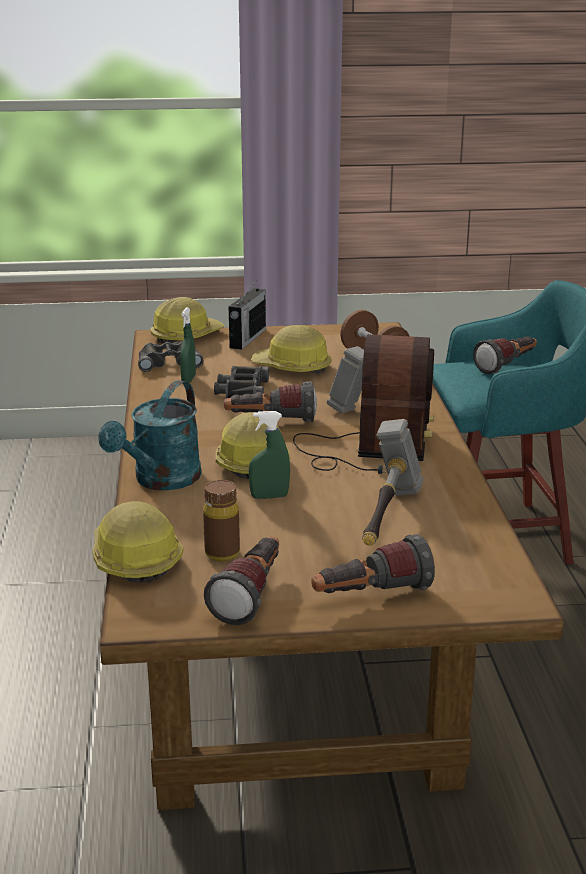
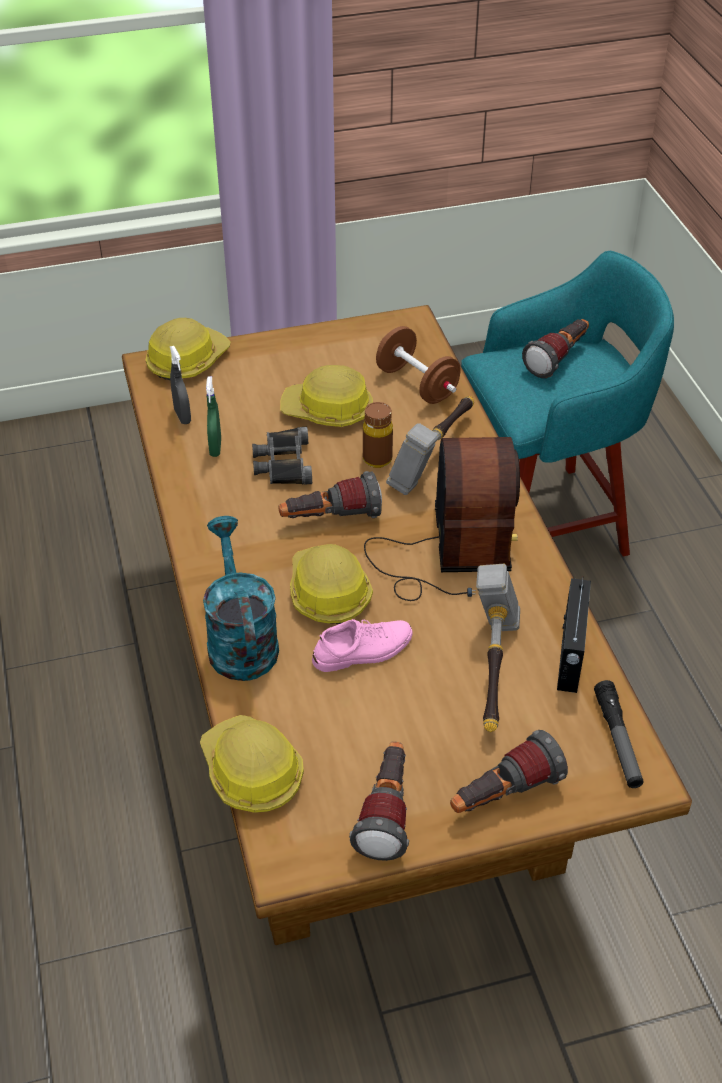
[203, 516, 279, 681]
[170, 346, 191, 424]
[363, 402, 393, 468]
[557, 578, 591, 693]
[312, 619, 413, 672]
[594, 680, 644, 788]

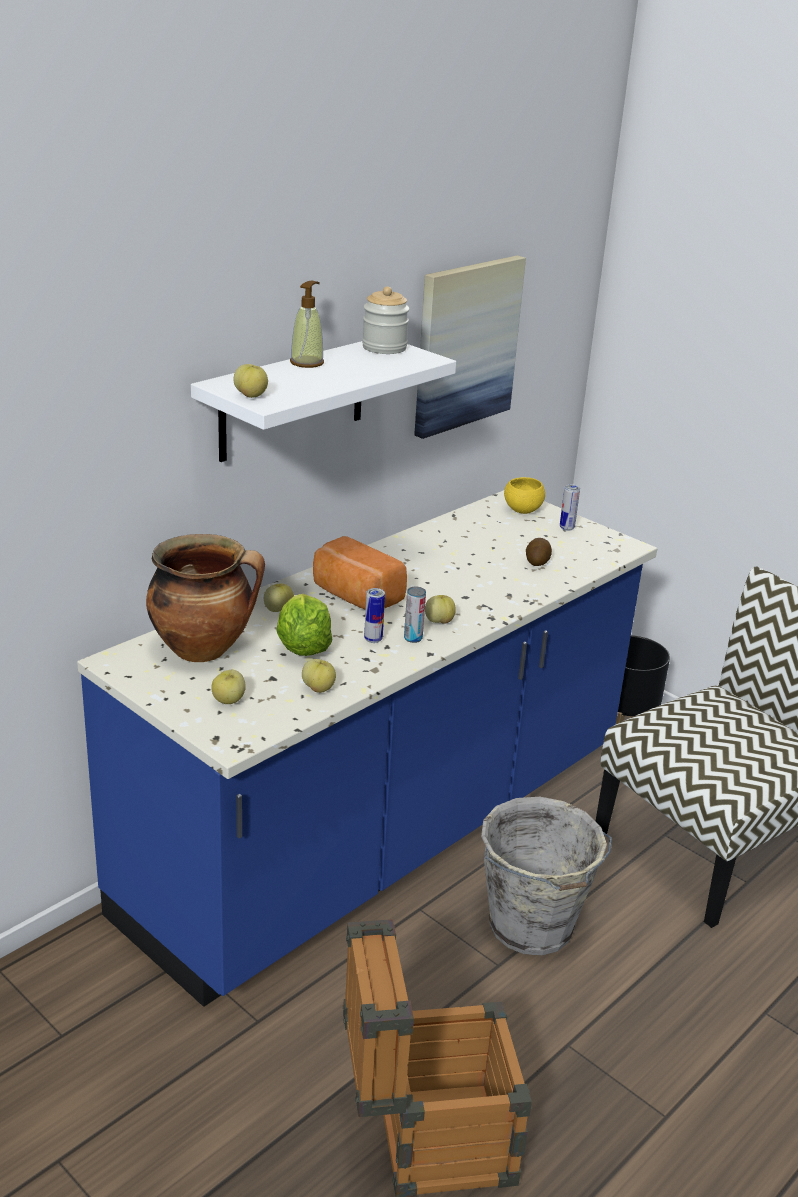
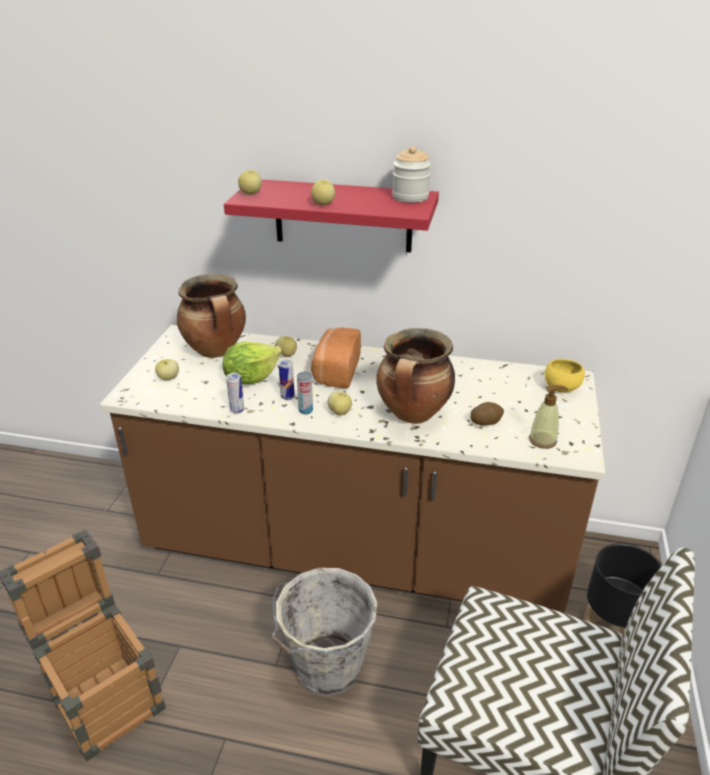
[100, 325, 605, 613]
[224, 179, 439, 253]
[529, 385, 568, 449]
[311, 180, 335, 205]
[414, 255, 526, 439] (first image)
[226, 373, 244, 414]
[376, 328, 455, 424]

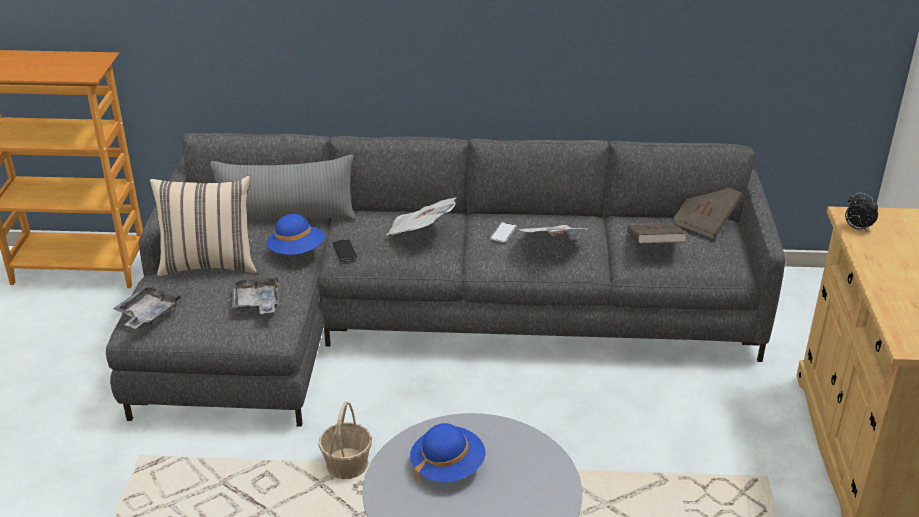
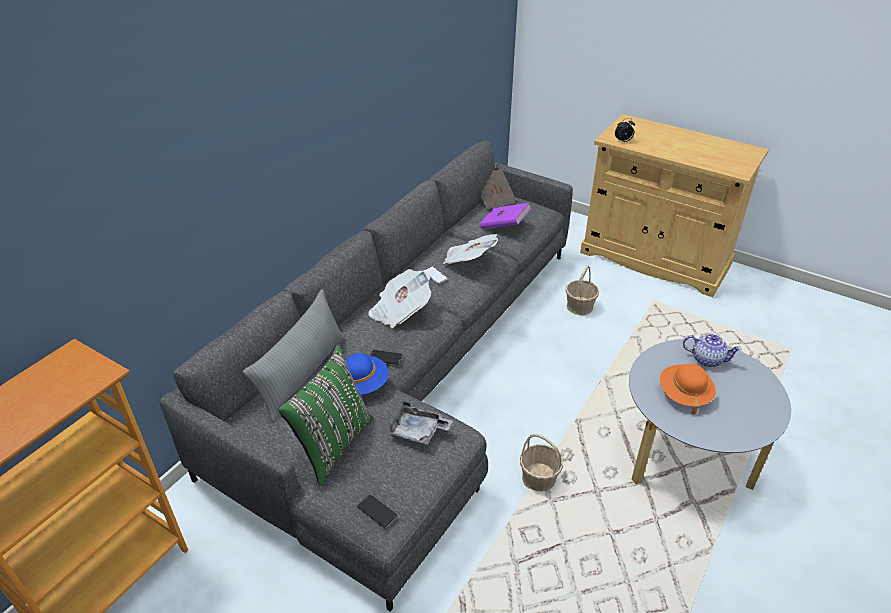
[357, 495, 397, 527]
[278, 345, 373, 486]
[660, 364, 716, 415]
[480, 203, 531, 229]
[566, 265, 599, 315]
[683, 334, 742, 367]

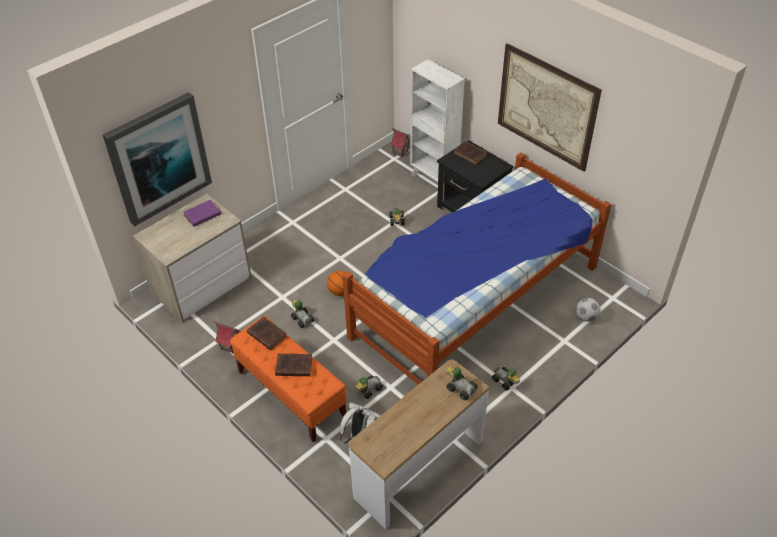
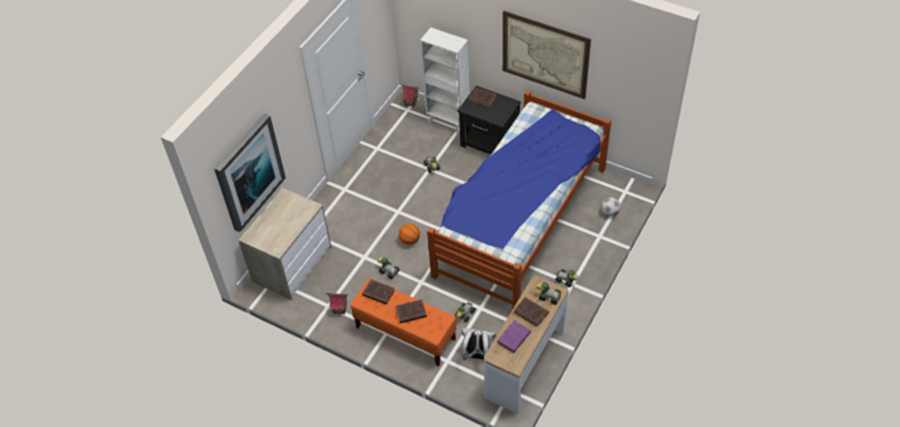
[497, 321, 531, 353]
[514, 297, 549, 327]

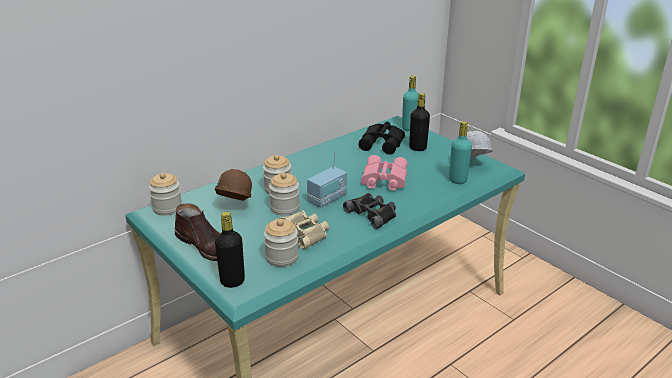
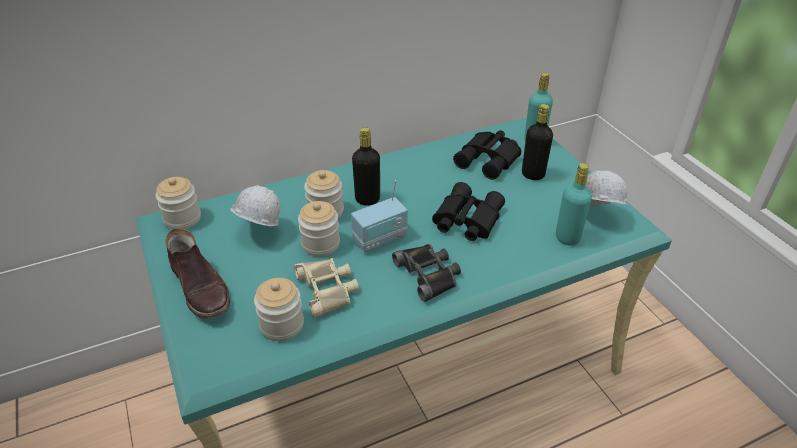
[231, 185, 281, 226]
[352, 127, 380, 206]
[432, 182, 505, 241]

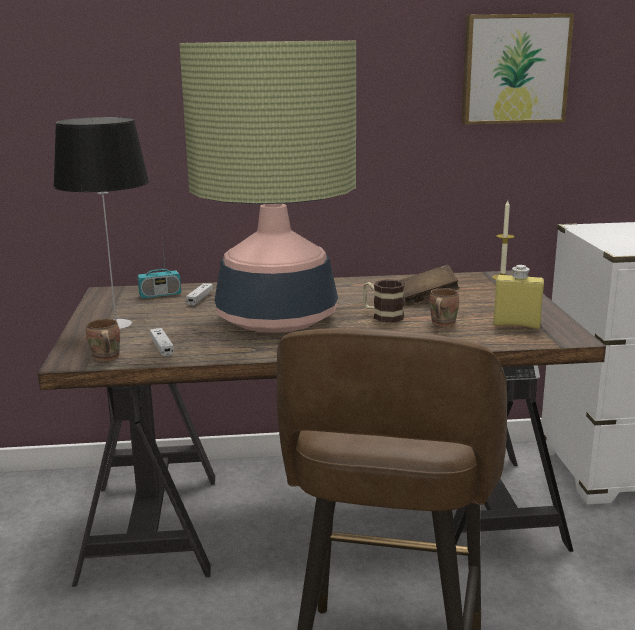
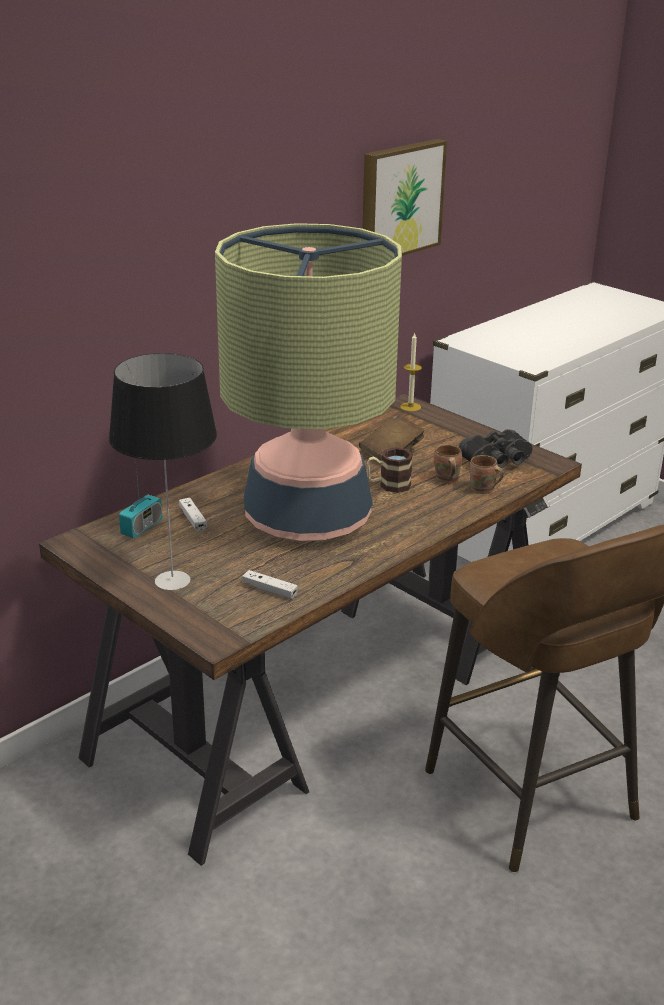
[469, 455, 504, 494]
[459, 429, 533, 468]

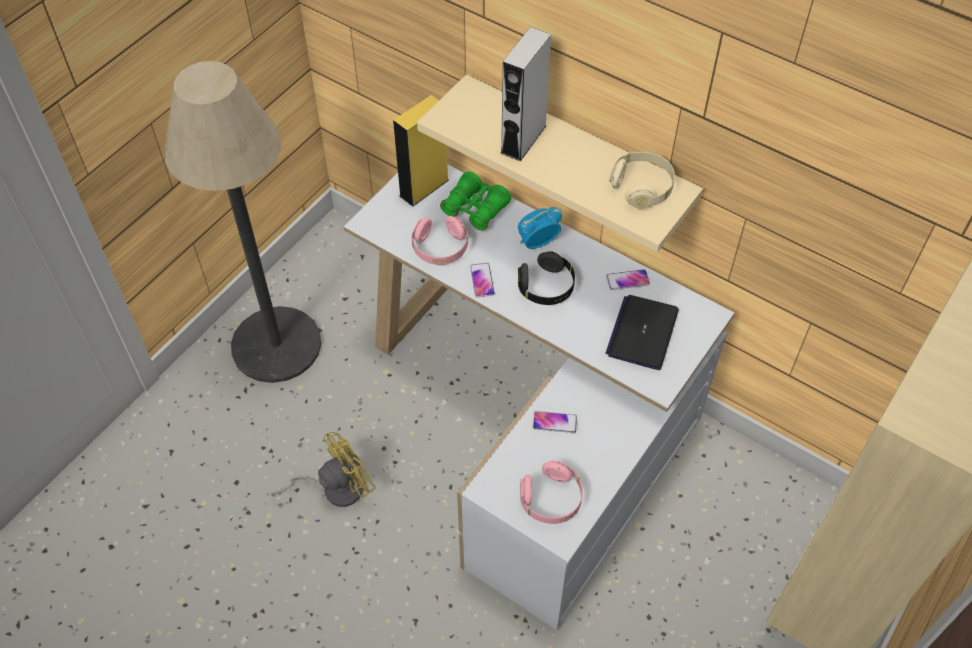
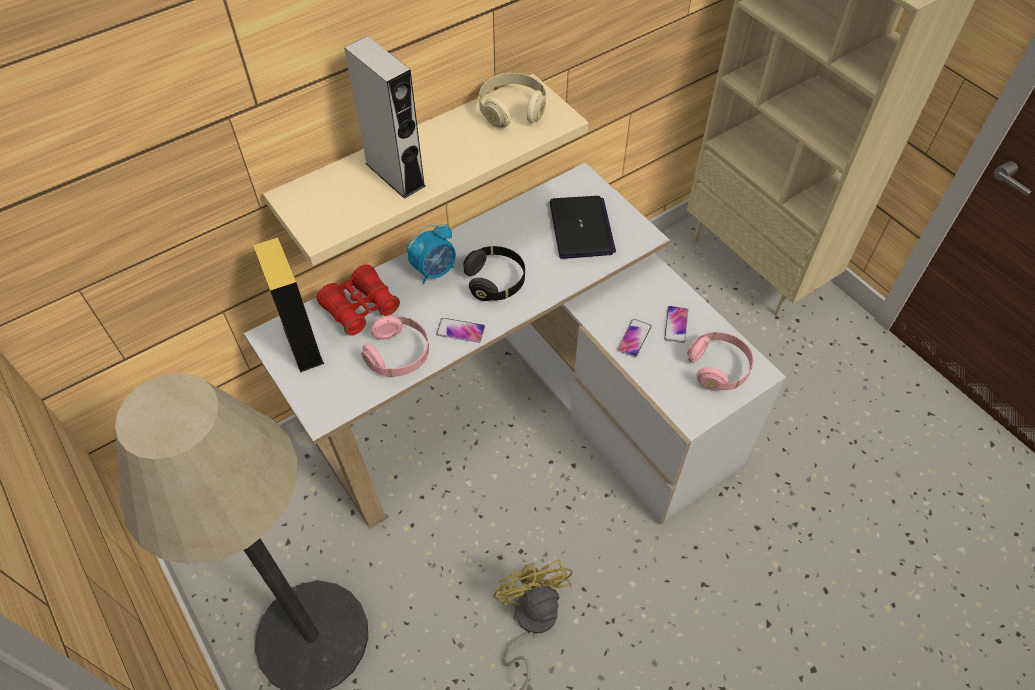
[317, 264, 400, 336]
[406, 224, 456, 285]
[664, 306, 688, 343]
[550, 196, 616, 259]

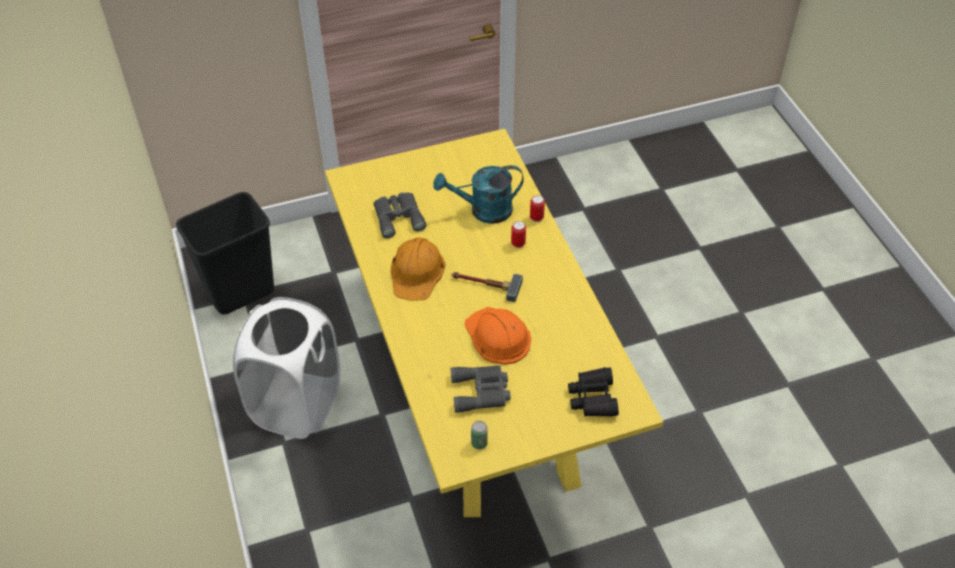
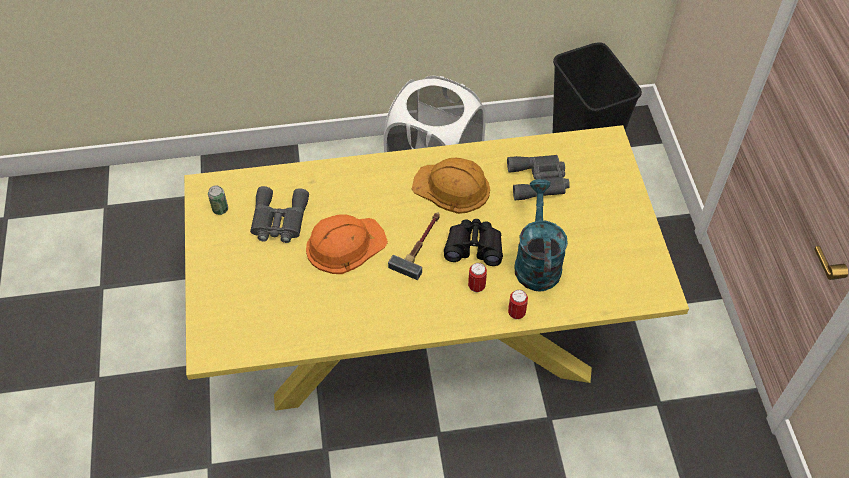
[444, 219, 503, 266]

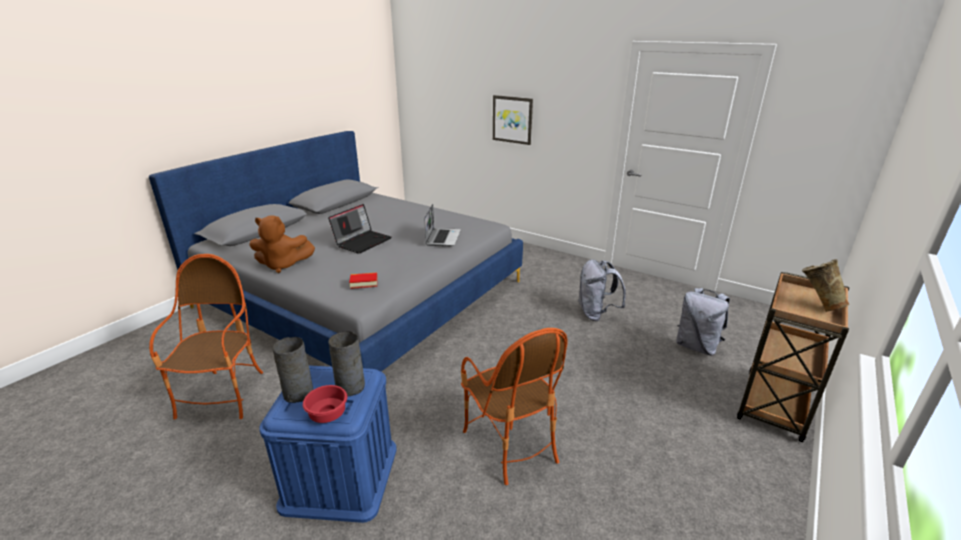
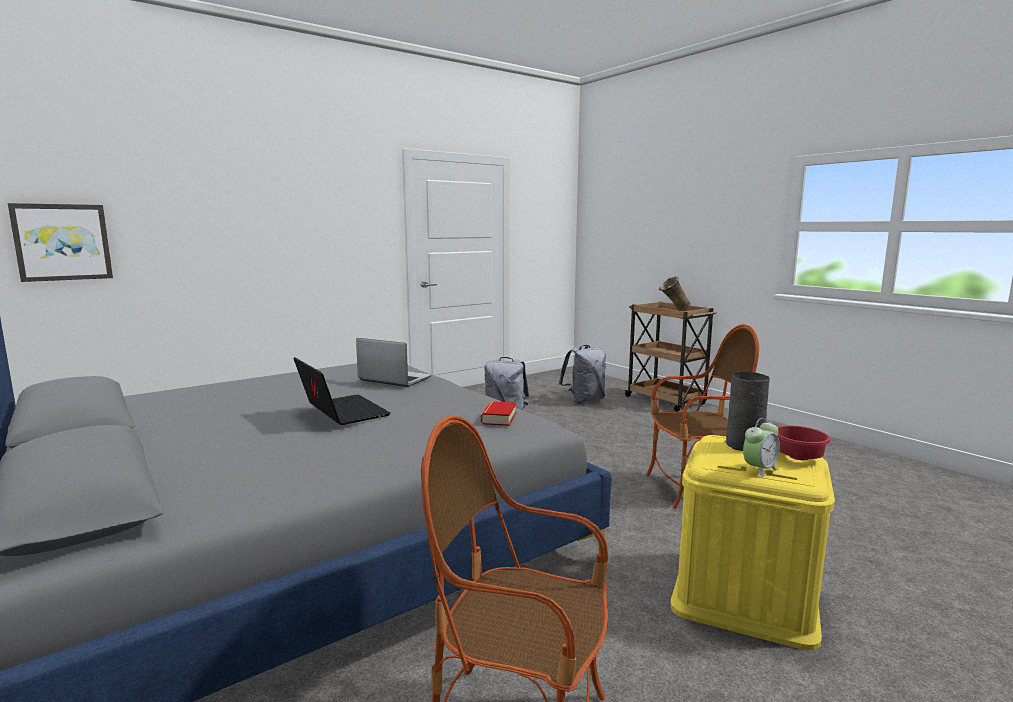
[249, 215, 315, 273] (first image)
[671, 435, 835, 650]
[743, 418, 780, 478]
[8, 203, 113, 282]

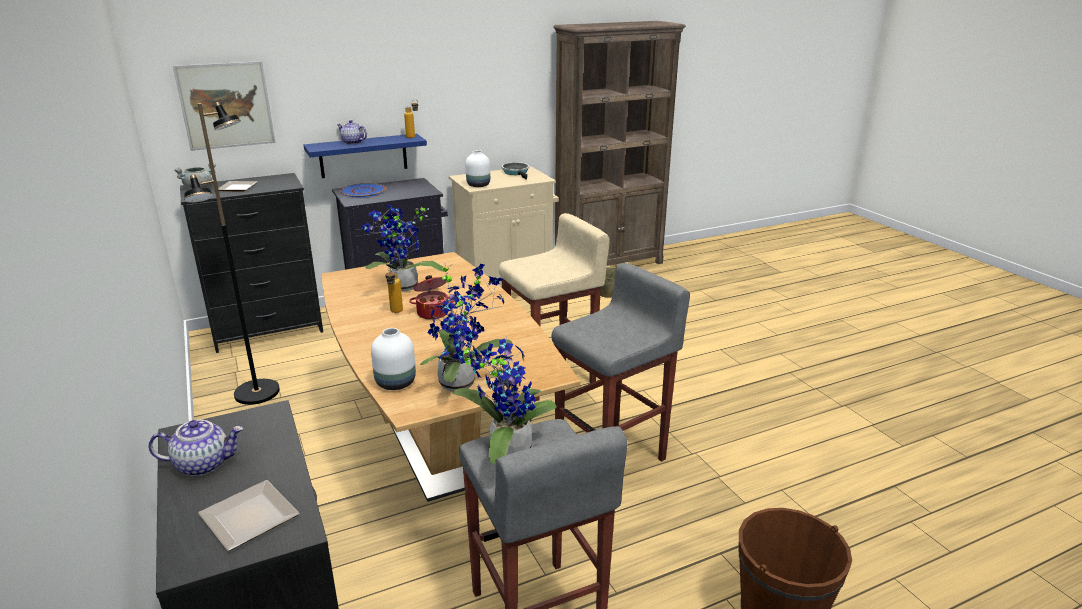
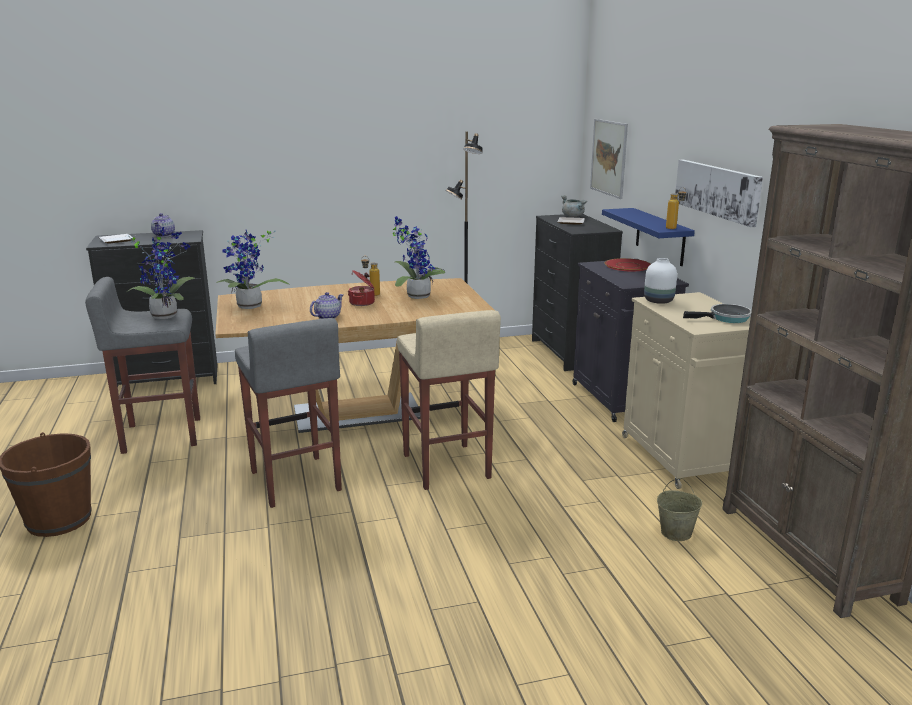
[310, 292, 343, 319]
[605, 258, 651, 272]
[371, 328, 416, 390] (first image)
[675, 160, 763, 227]

